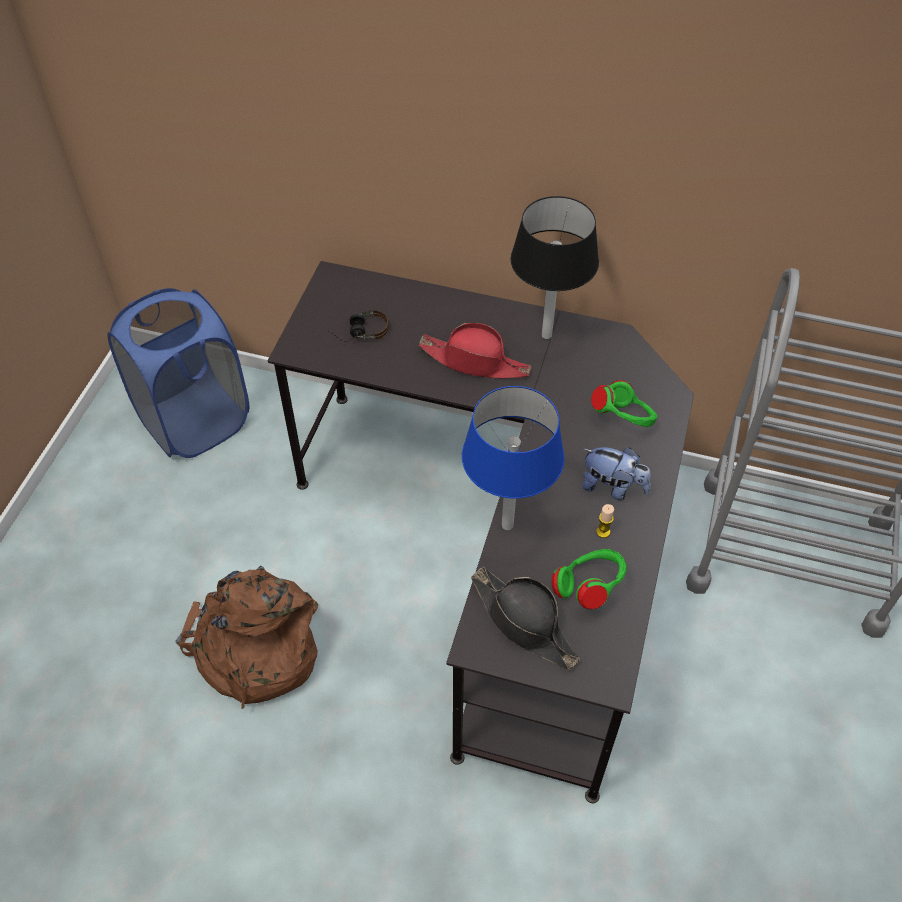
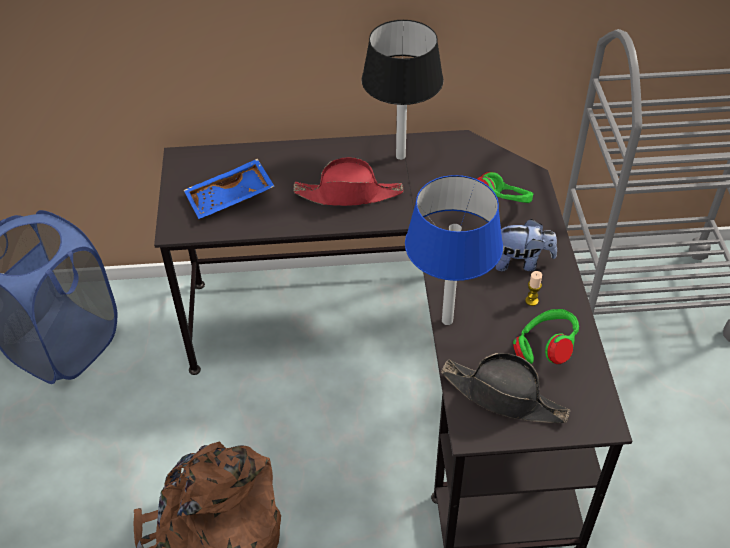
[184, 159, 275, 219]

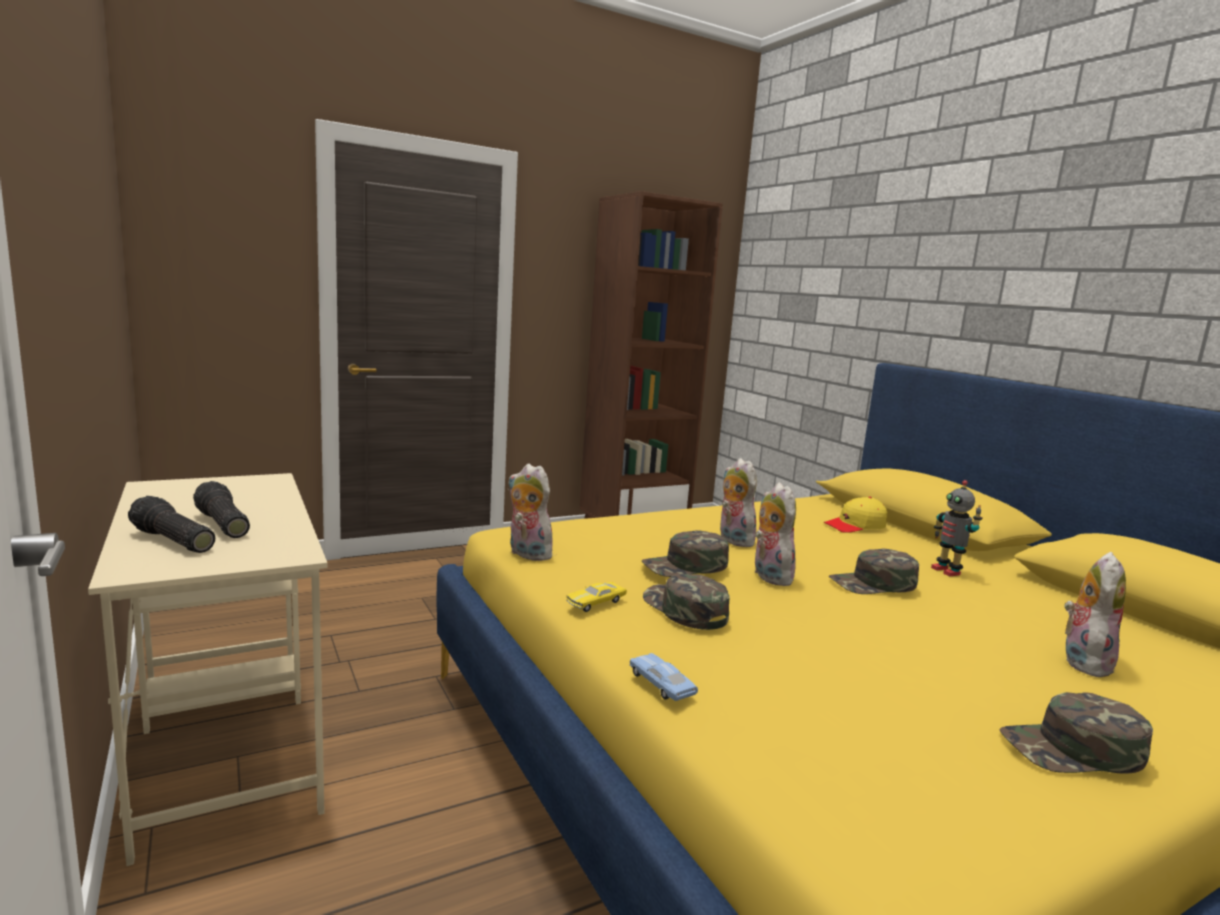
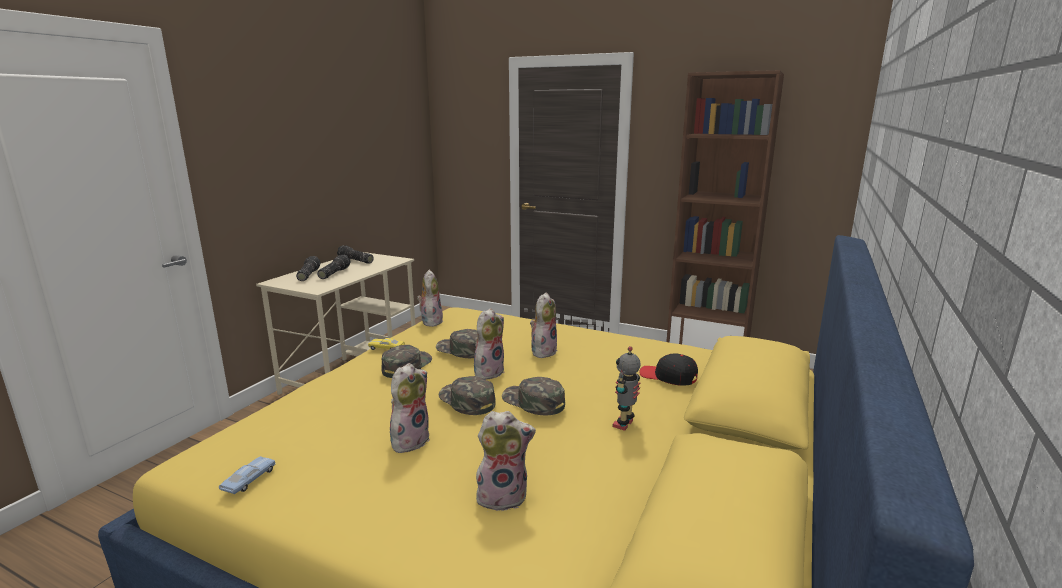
[219, 456, 276, 494]
[640, 353, 698, 386]
[439, 376, 496, 415]
[337, 245, 374, 263]
[390, 363, 430, 453]

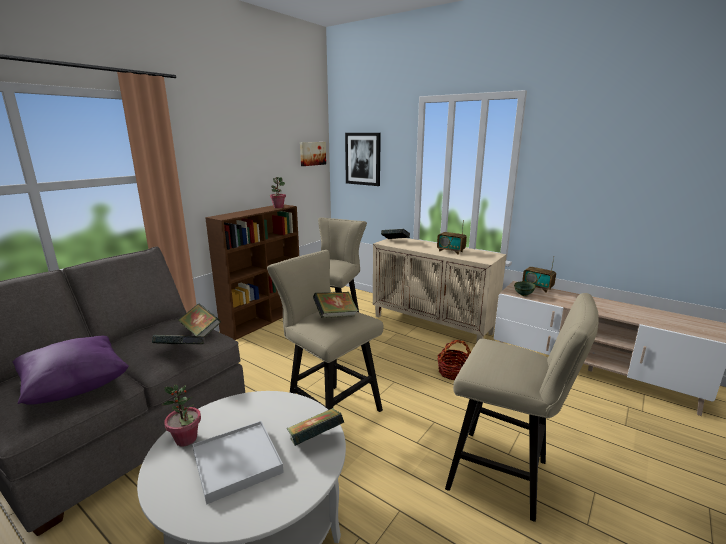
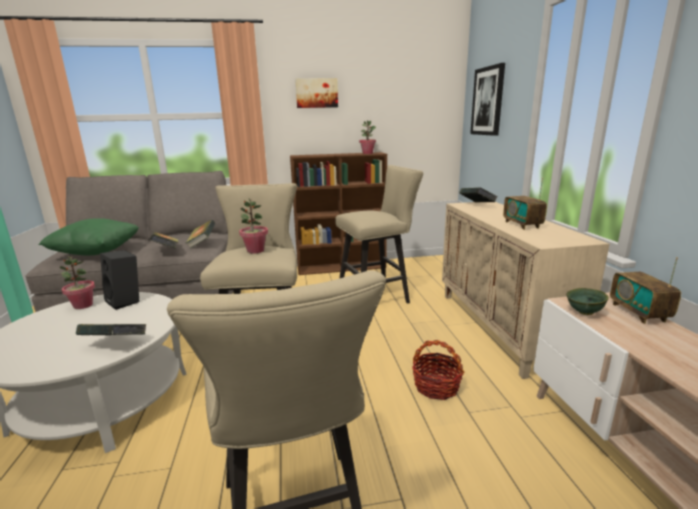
[39, 218, 139, 255]
[192, 421, 284, 504] (first image)
[295, 78, 338, 108]
[239, 199, 268, 254]
[100, 250, 139, 310]

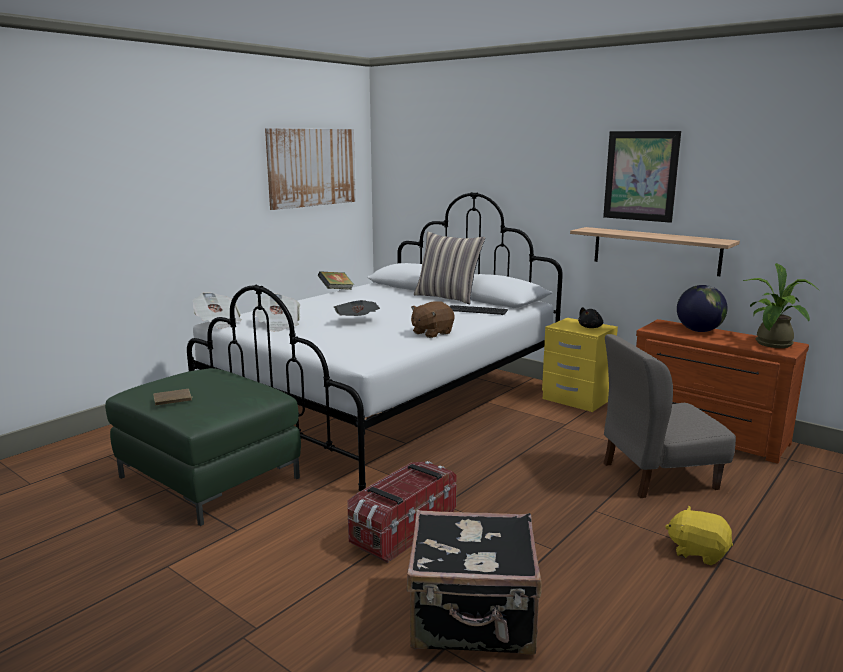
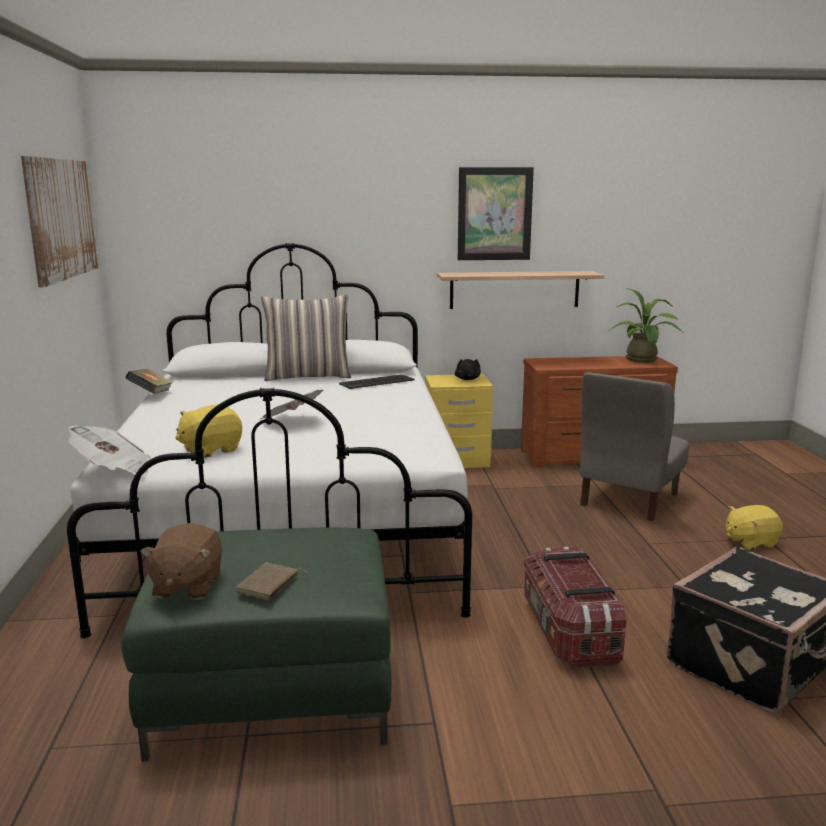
[175, 405, 242, 458]
[140, 523, 222, 599]
[677, 285, 728, 332] (first image)

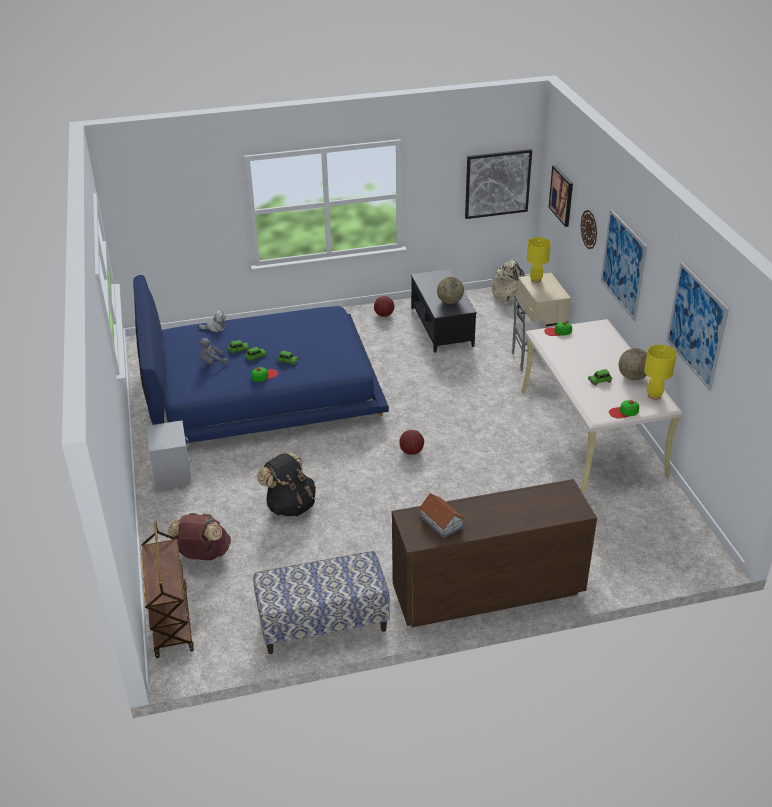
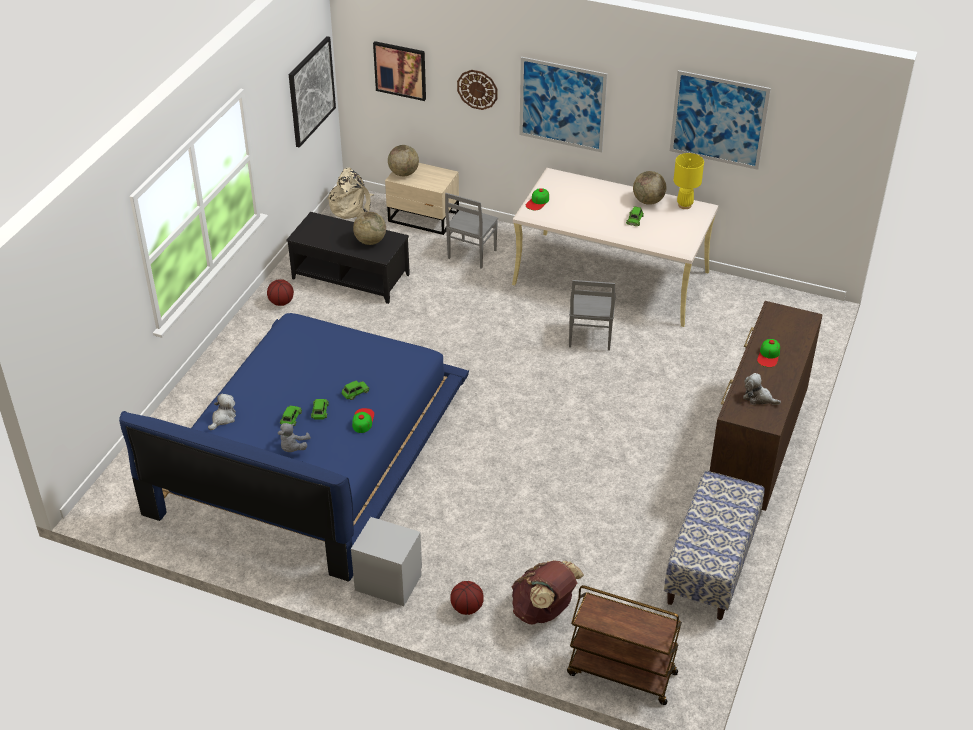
[257, 452, 316, 516] (first image)
[450, 581, 484, 615]
[743, 373, 781, 405]
[388, 145, 419, 176]
[757, 339, 780, 367]
[569, 280, 616, 351]

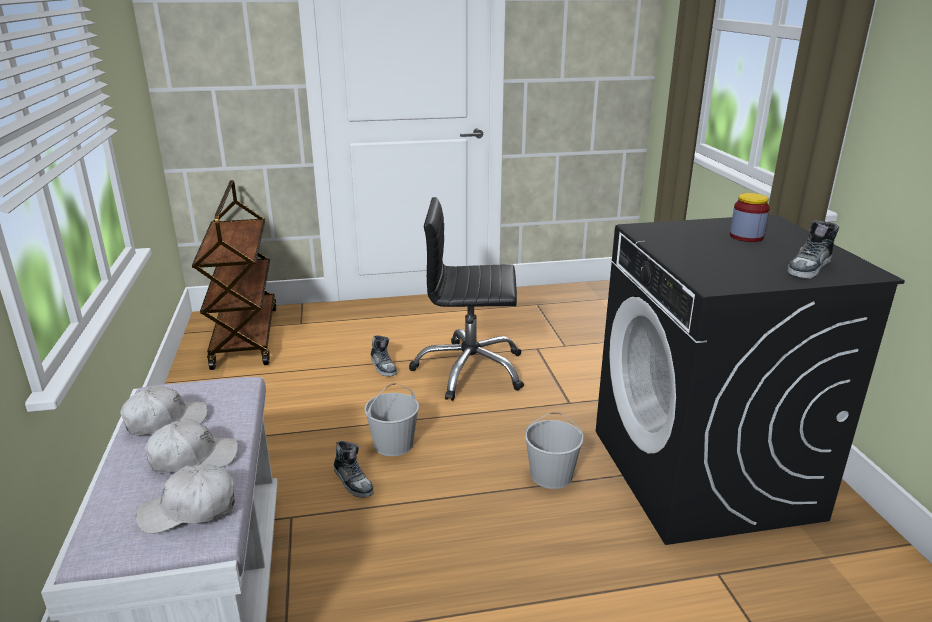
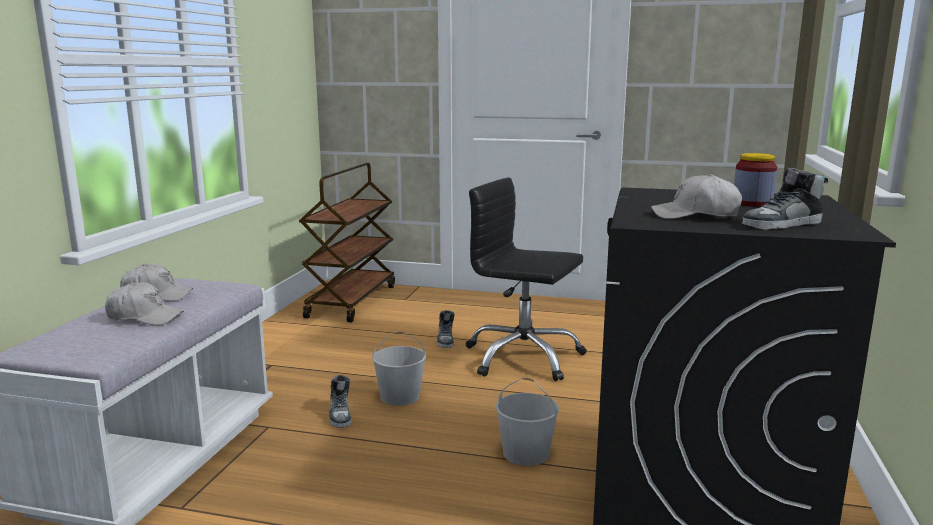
[651, 174, 742, 219]

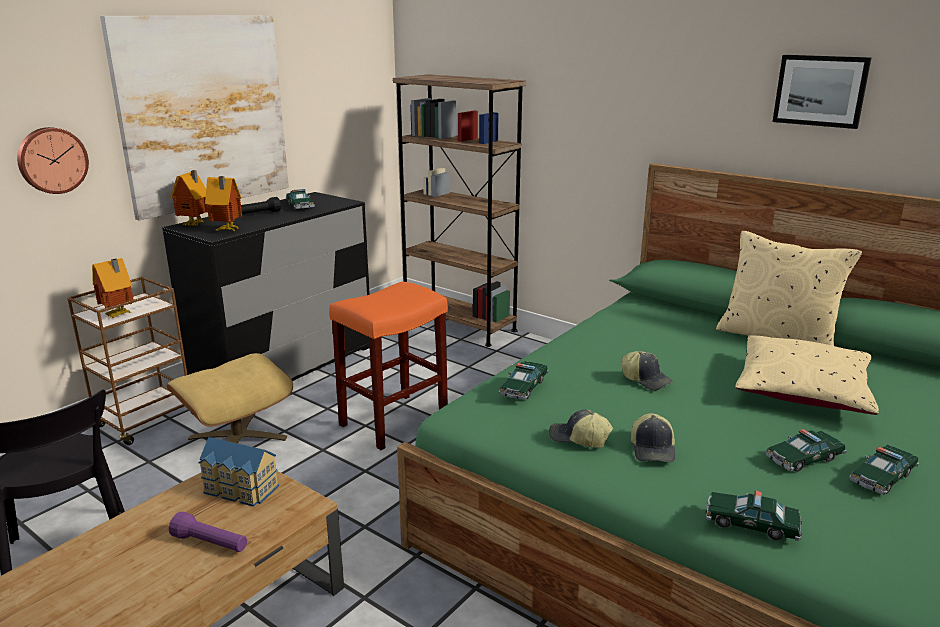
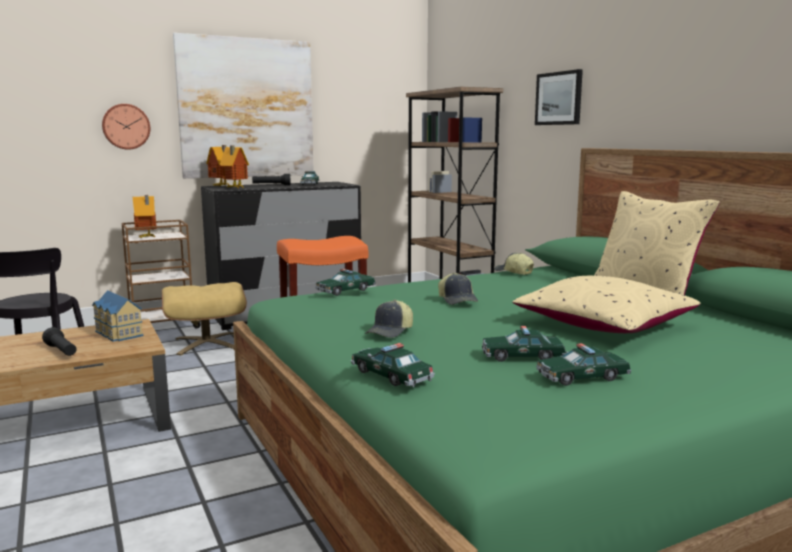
[42, 327, 77, 356]
[494, 253, 534, 275]
[535, 69, 583, 125]

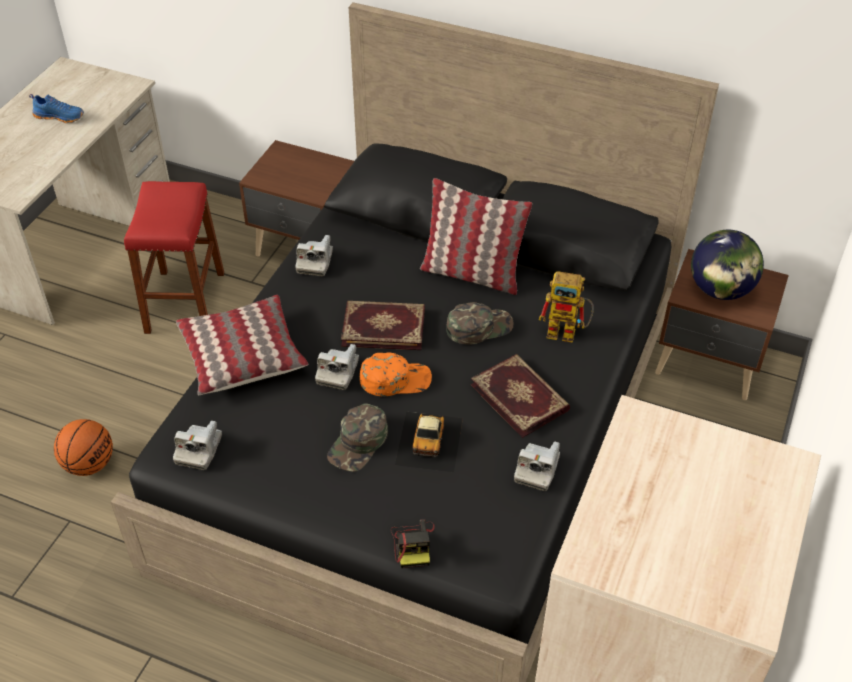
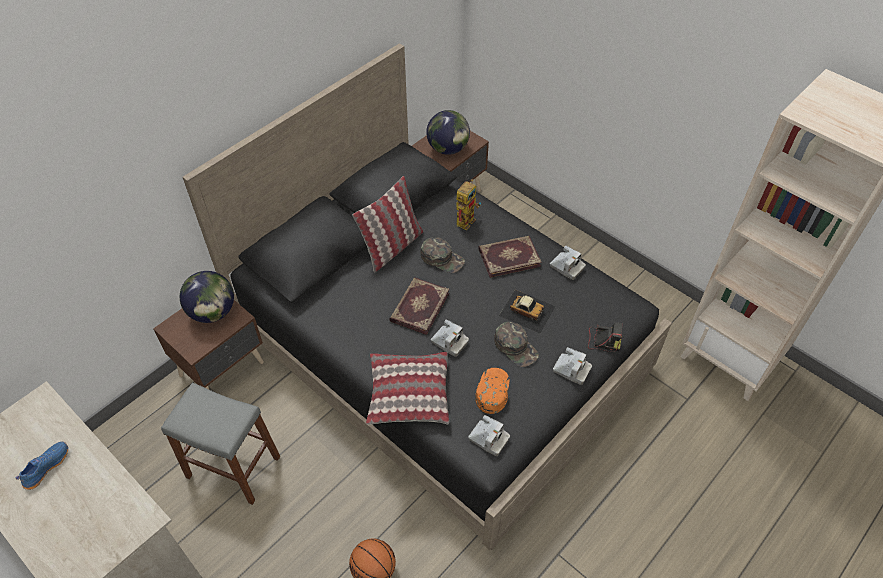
[161, 383, 280, 505]
[553, 347, 592, 385]
[475, 368, 509, 414]
[420, 237, 465, 273]
[180, 271, 234, 323]

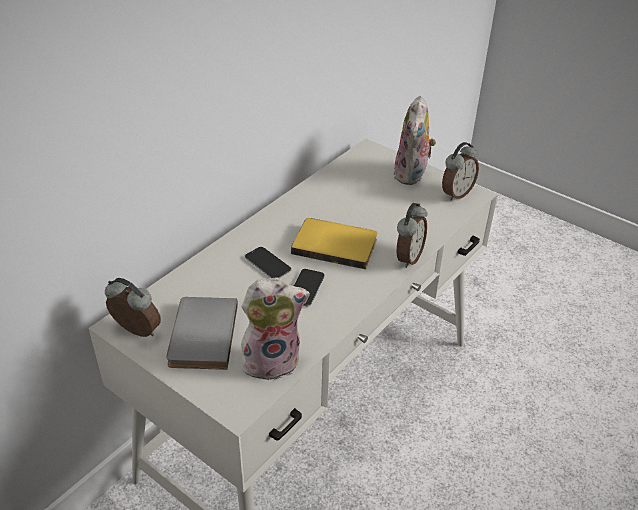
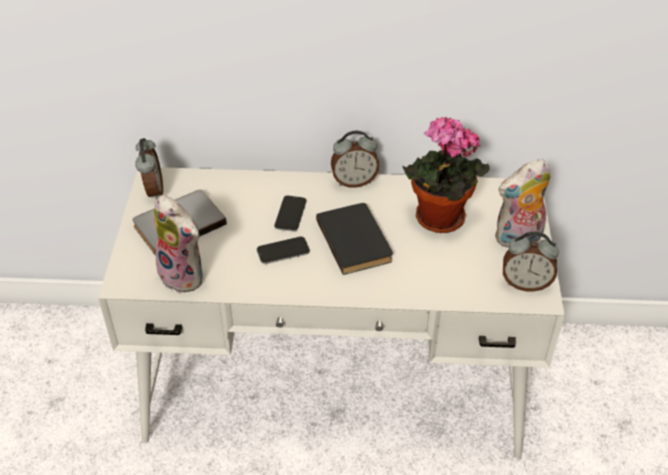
[316, 203, 393, 275]
[331, 131, 379, 188]
[402, 117, 490, 233]

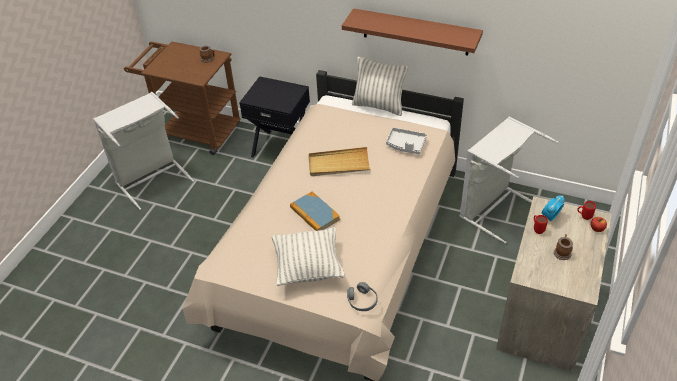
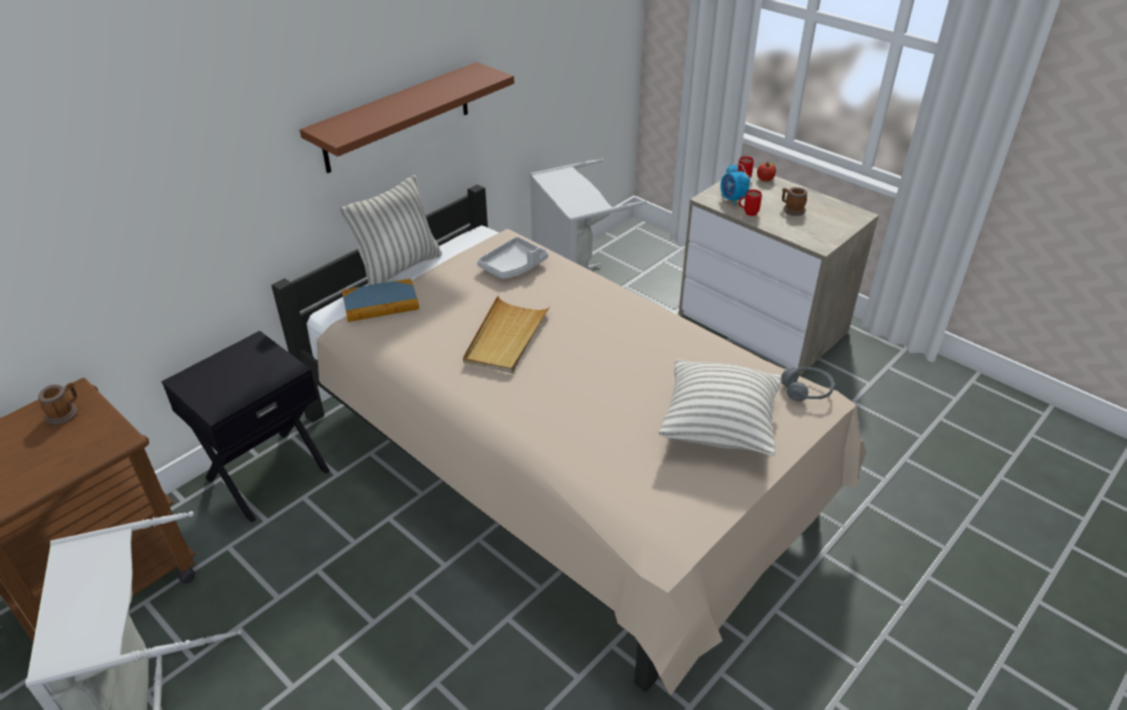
[342, 279, 419, 322]

